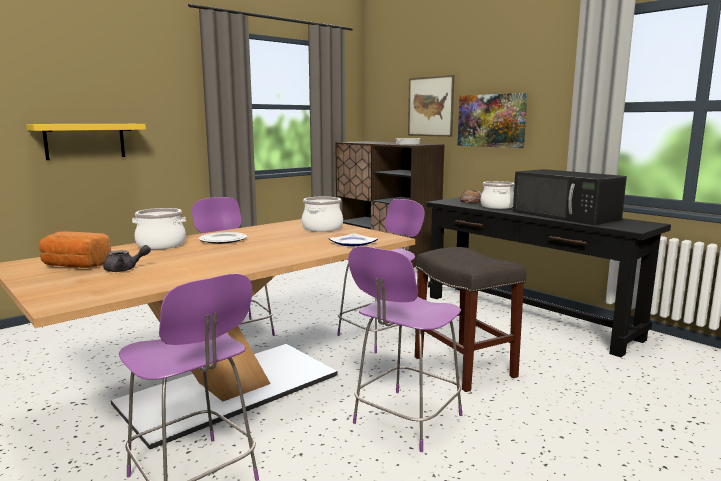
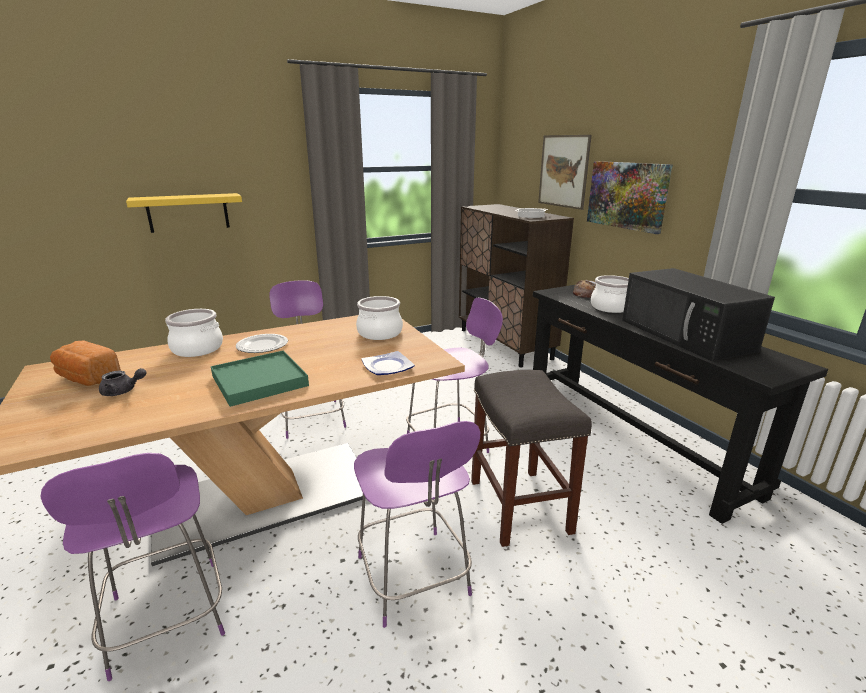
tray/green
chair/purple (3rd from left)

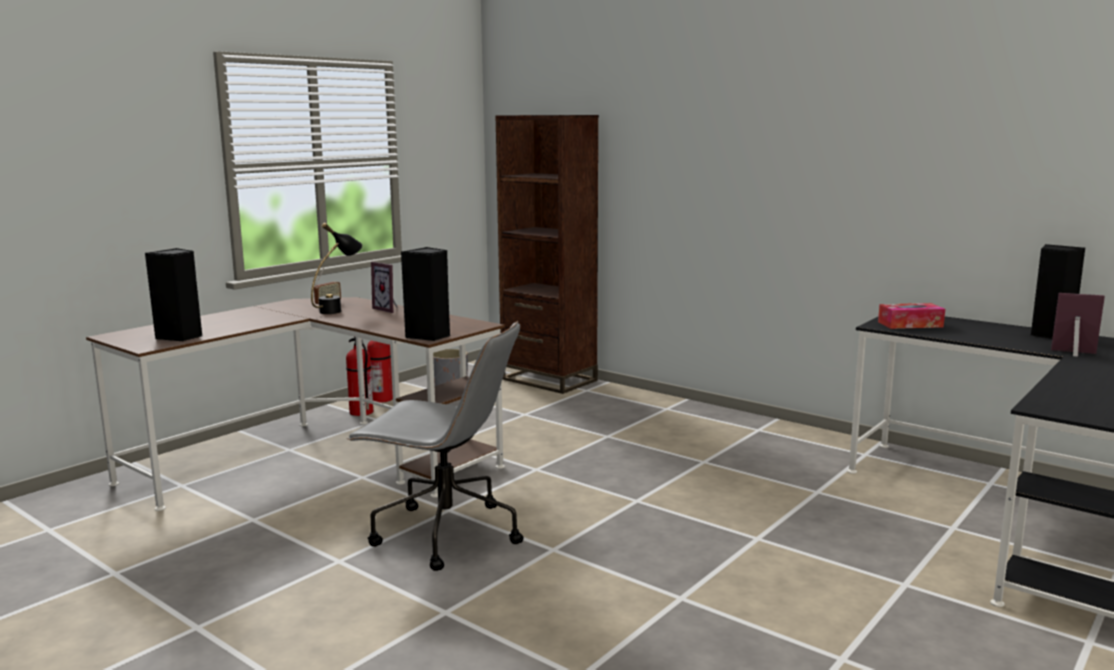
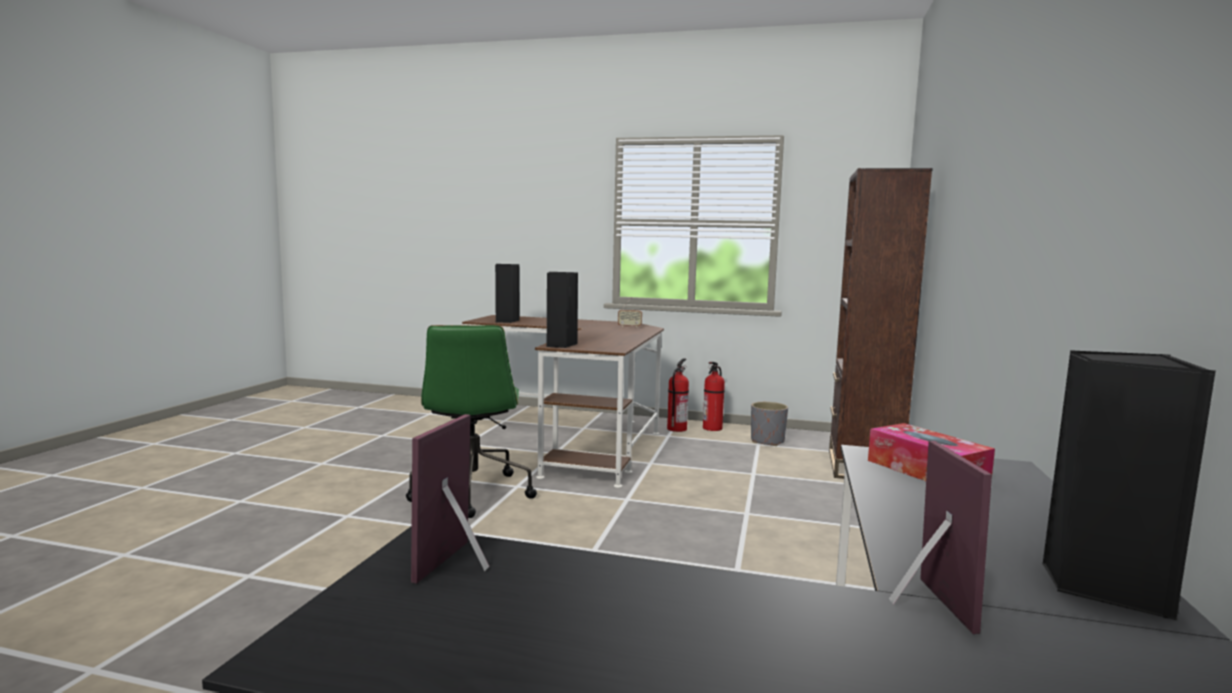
office chair/green
picture frame (1st from left)
table lamp/black

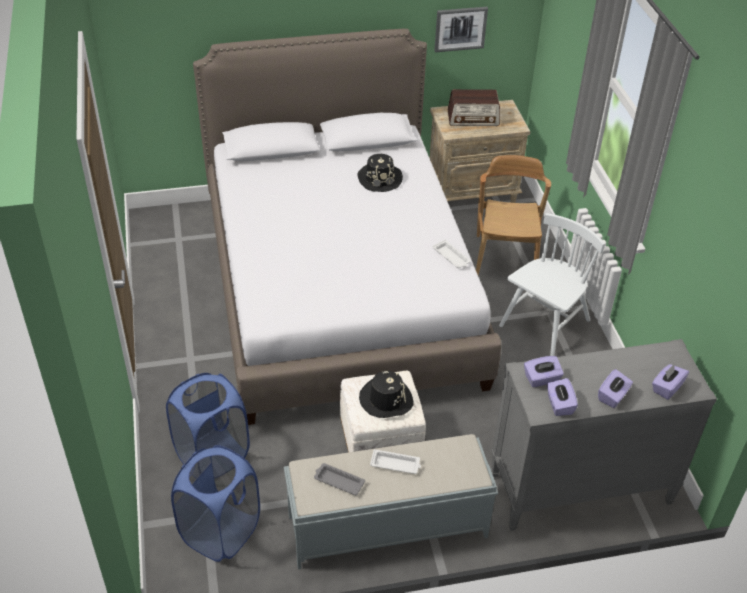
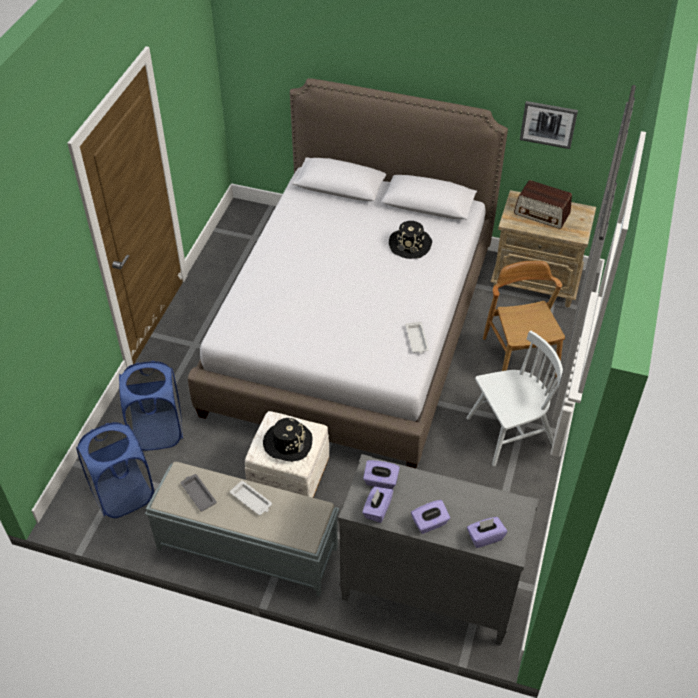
chair/brown

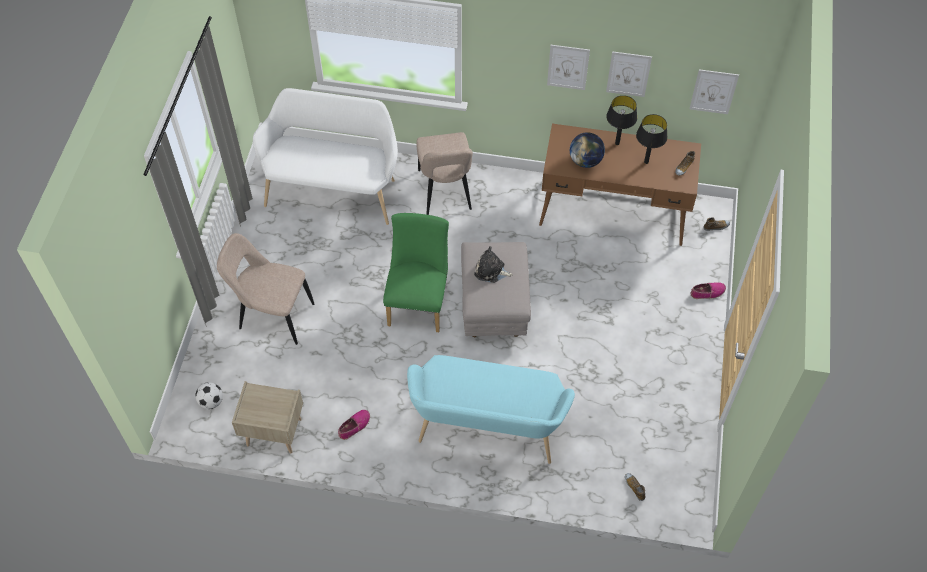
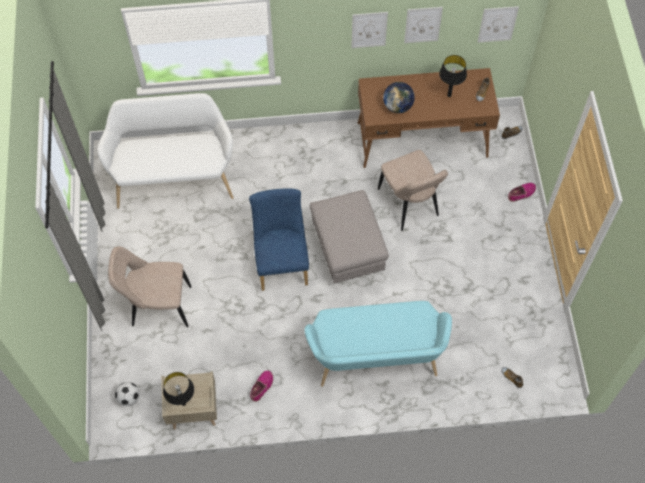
table lamp/black (1st from left)
chair/blue
chair/beige (2nd from left)
plush toy

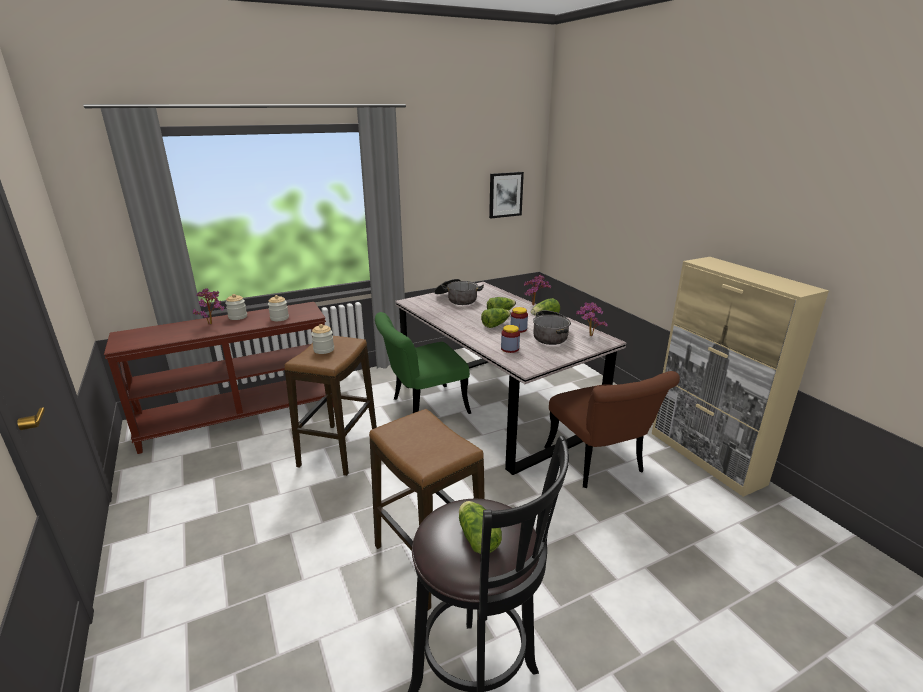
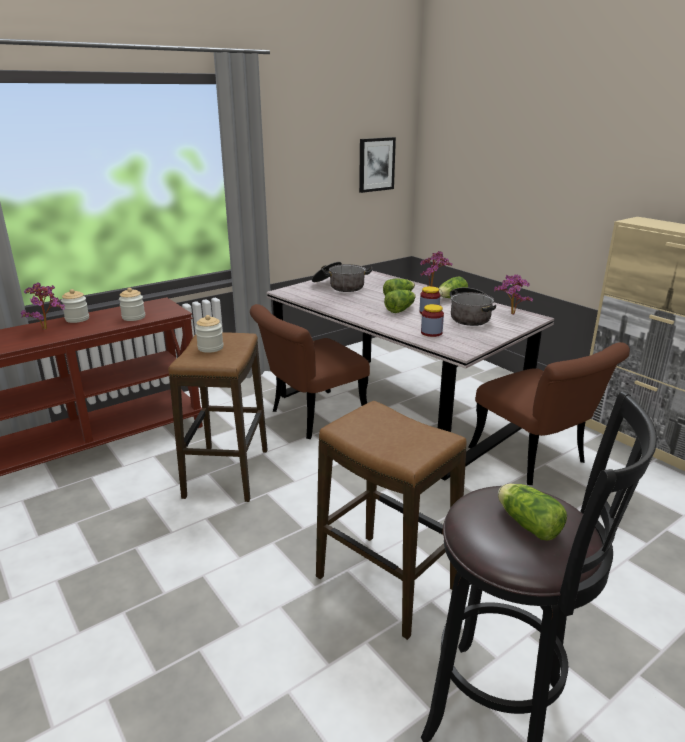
chair/brown (1st from left)

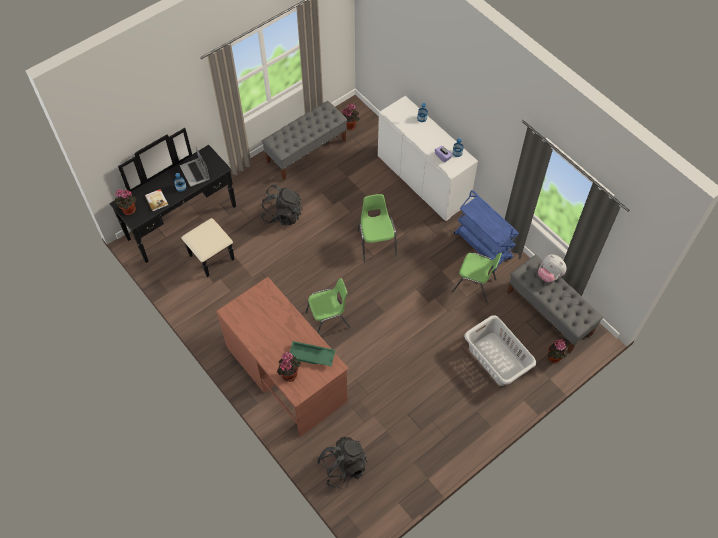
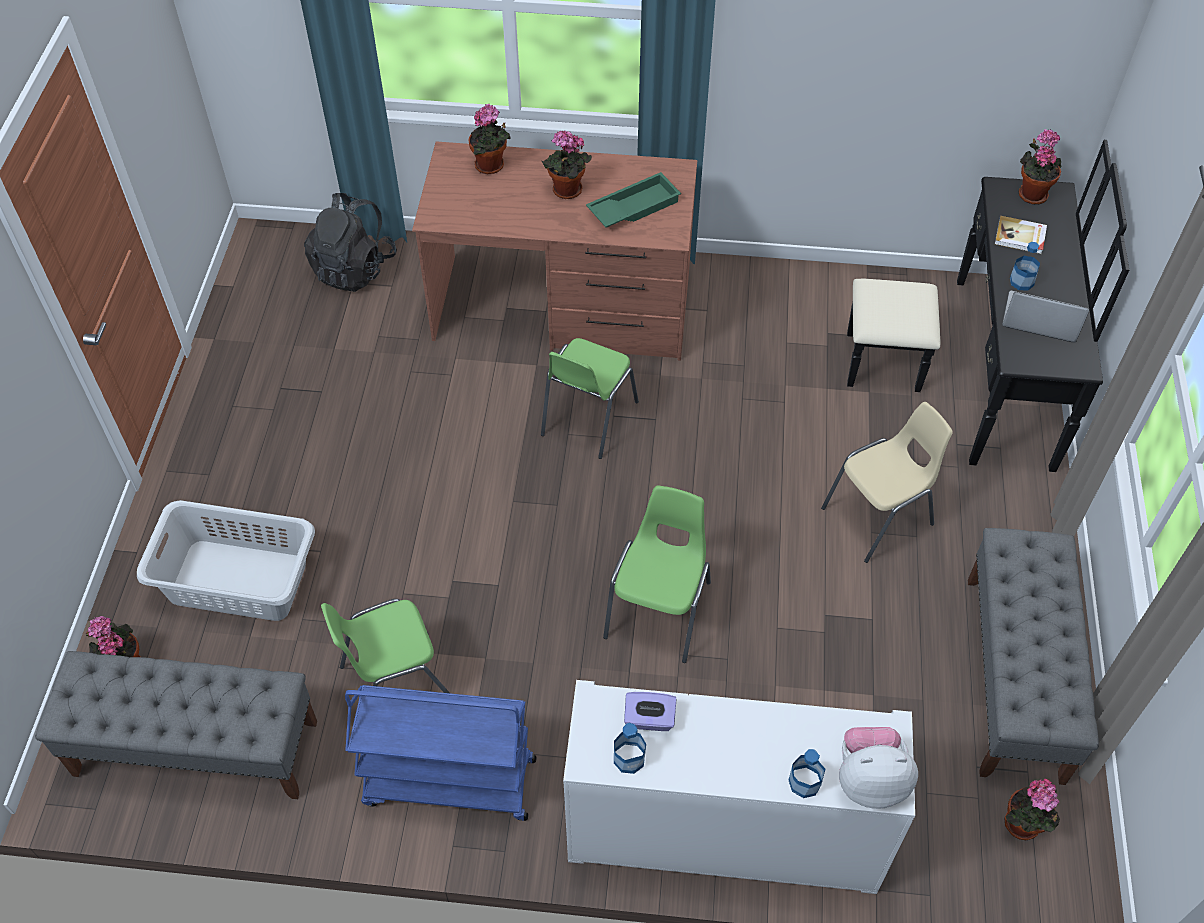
potted plant (3rd from left)
tray/green
chair/green (3rd from left)
chair/beige
plush toy

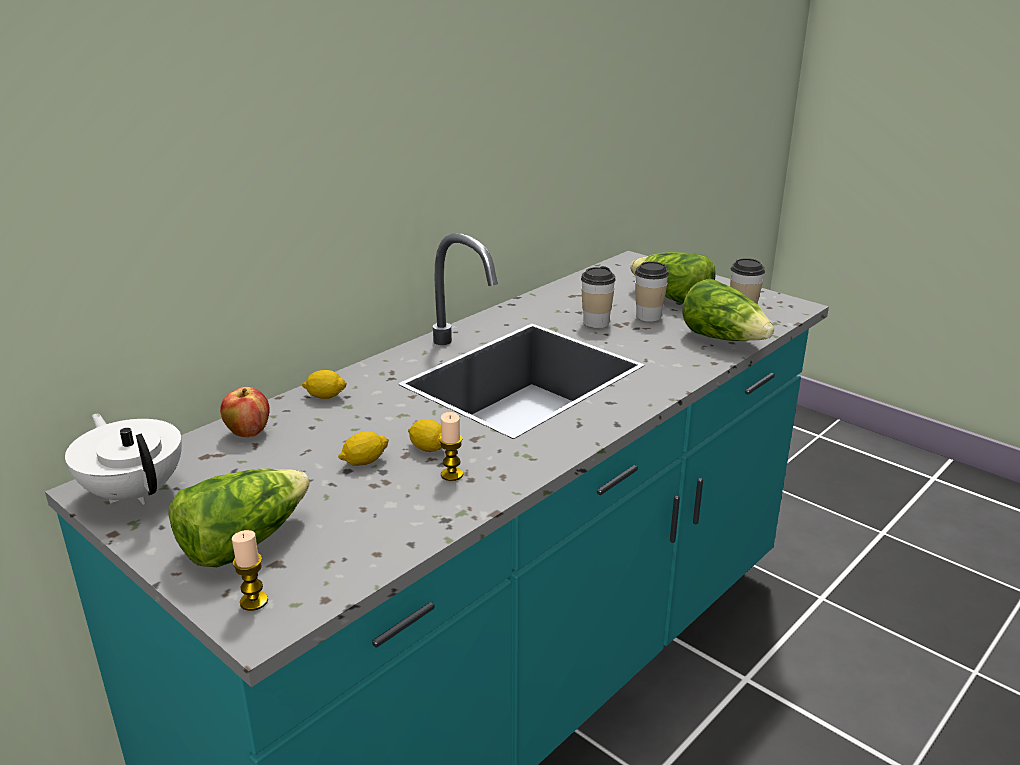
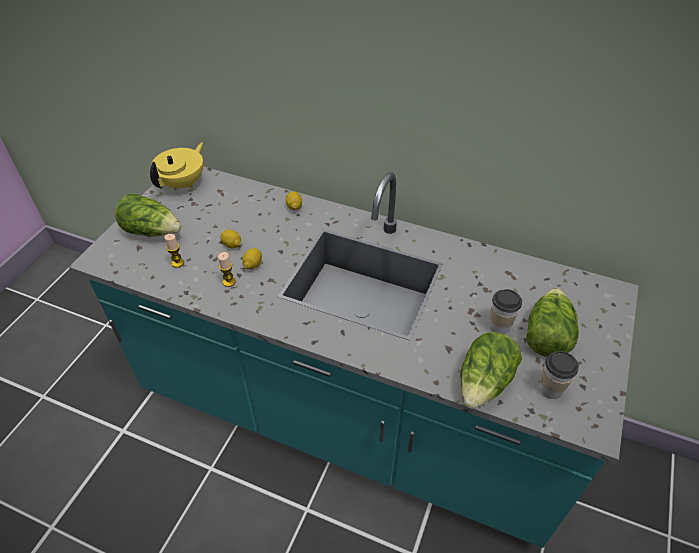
teapot/yellow
candle (1st from left)
apple
cup (1st from left in the first image)

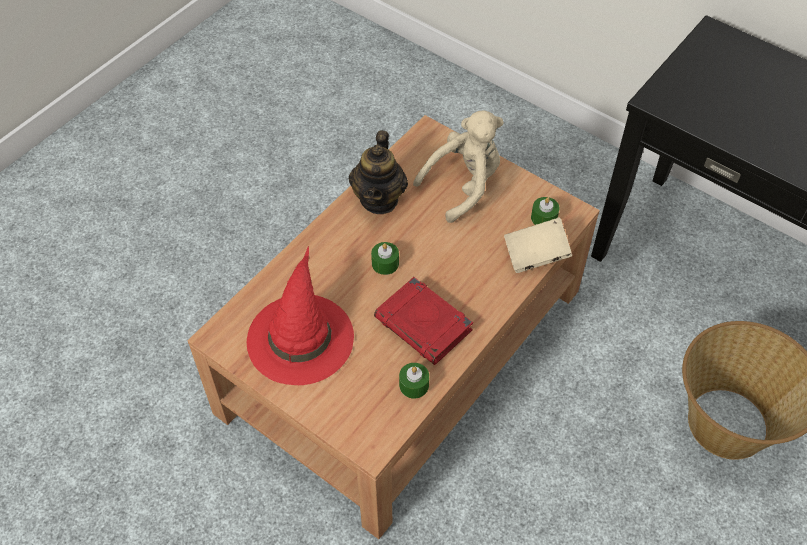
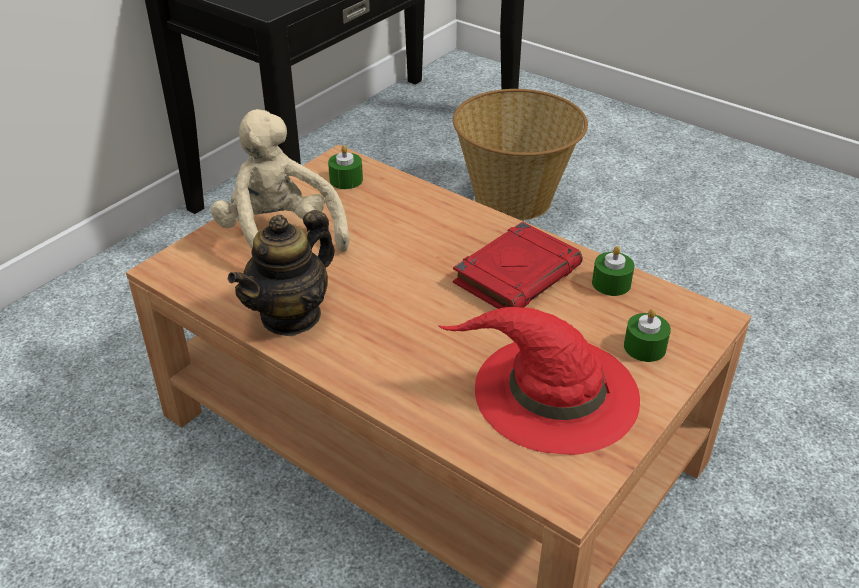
teapot
candle/green (3rd from left)
book/beige

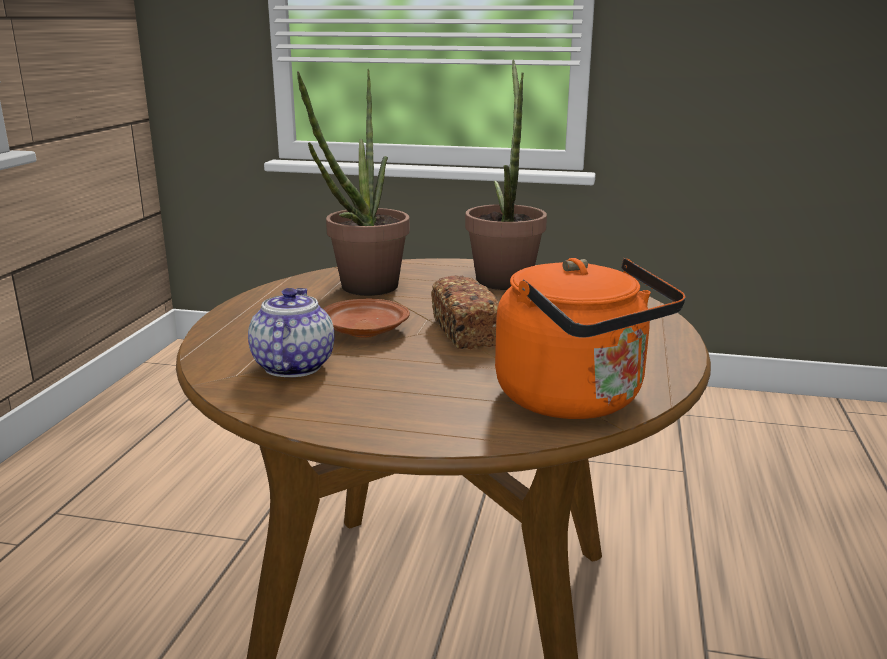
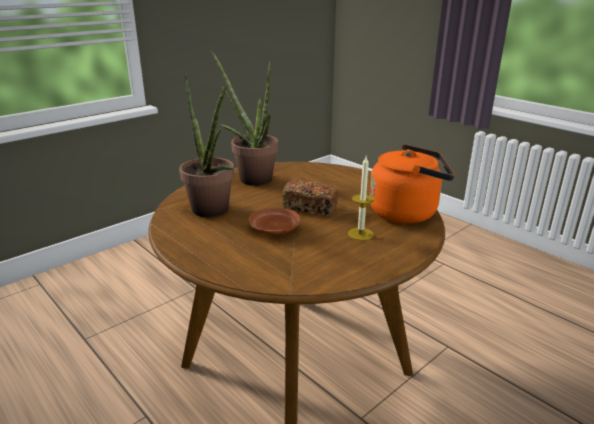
candle
teapot

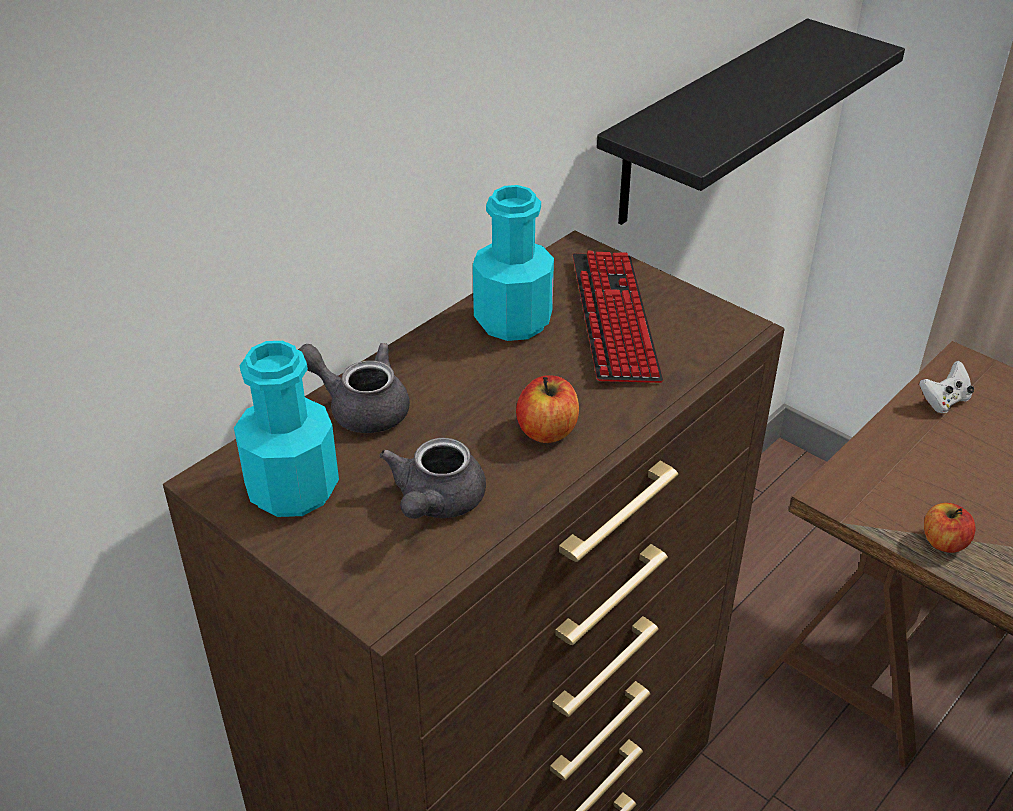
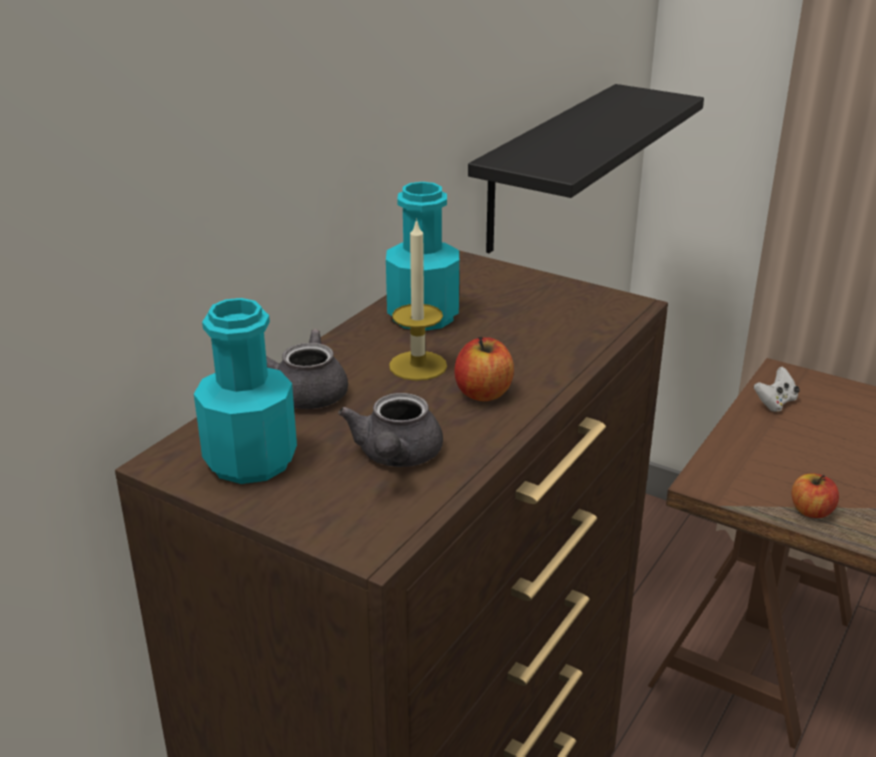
candle
keyboard

